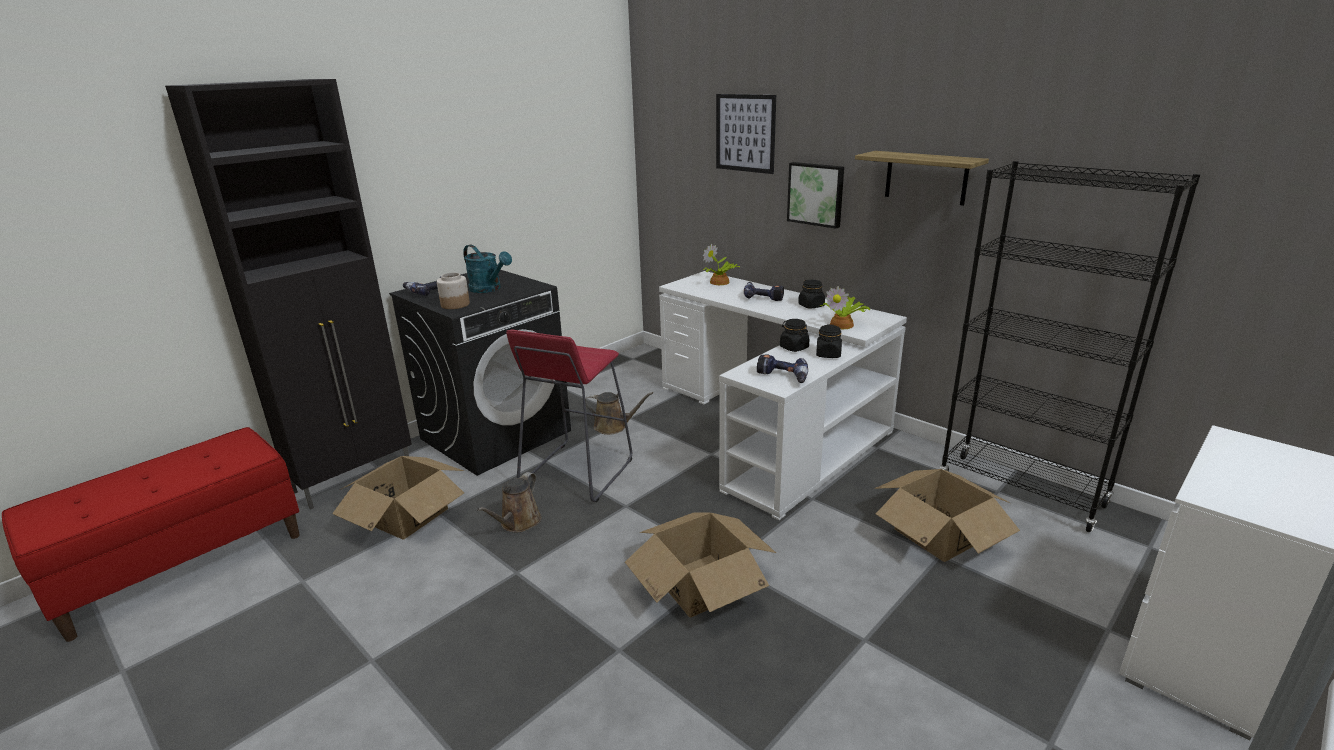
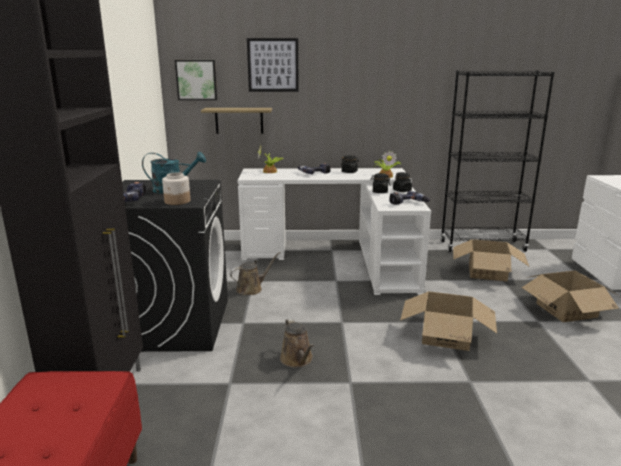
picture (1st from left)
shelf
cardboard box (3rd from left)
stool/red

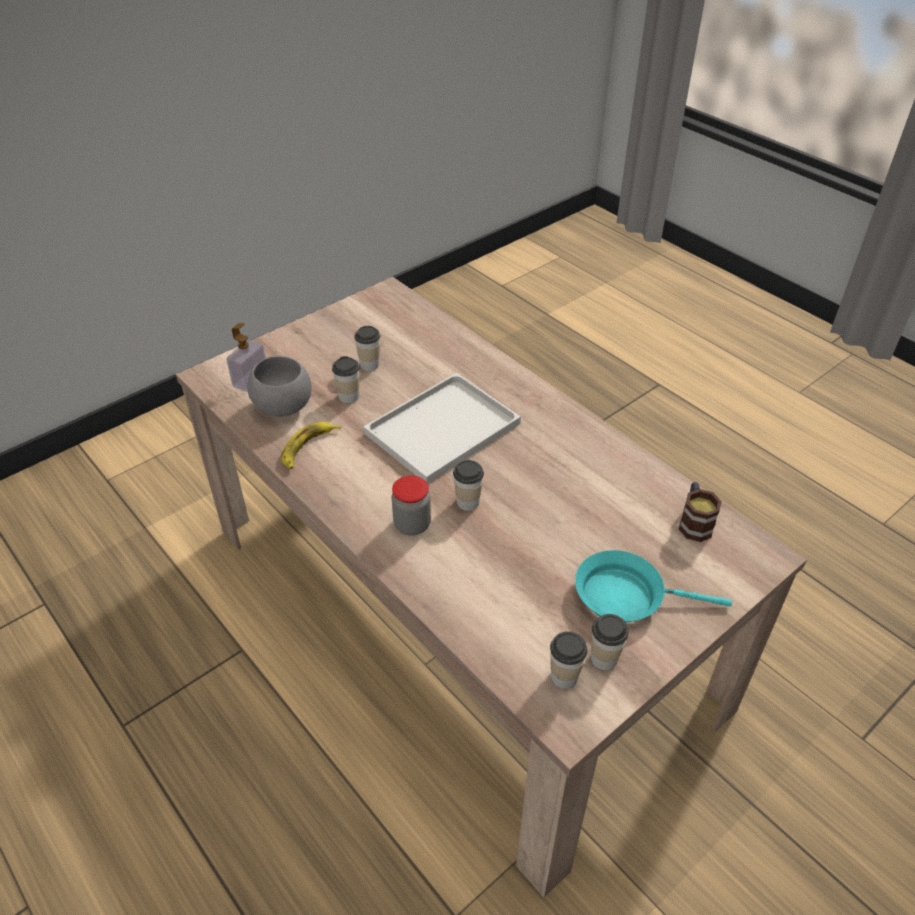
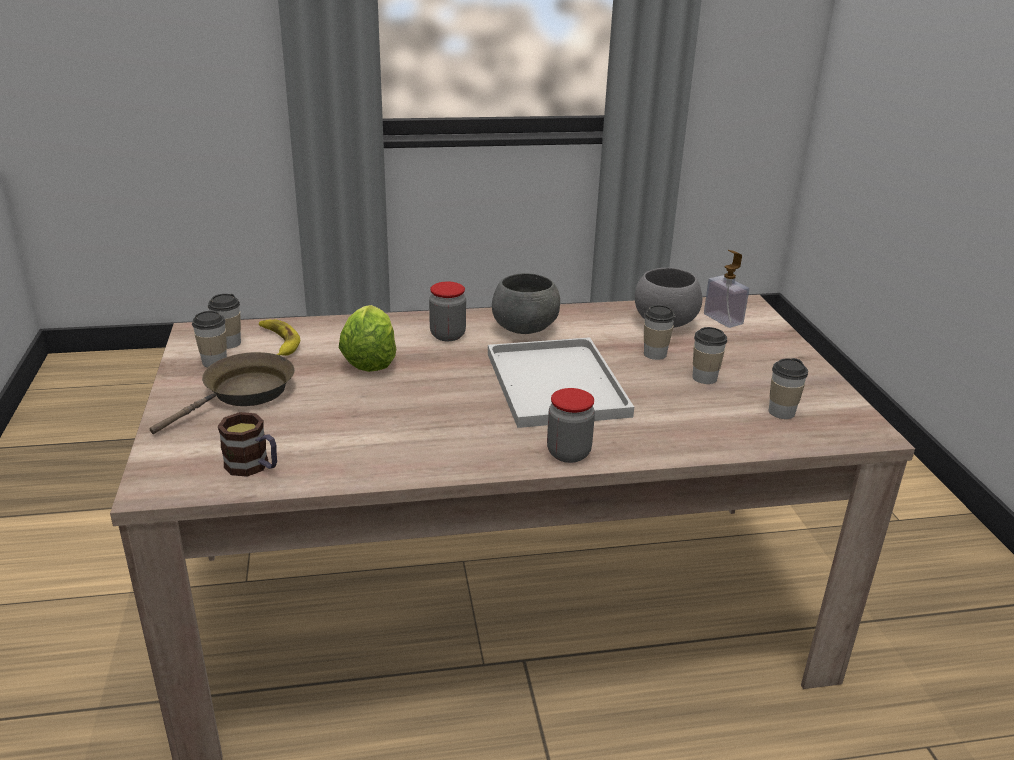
frying pan/brown
banana
lettuce
bowl/grey (1st from left)
jar (2nd from left)
cup (5th from left)

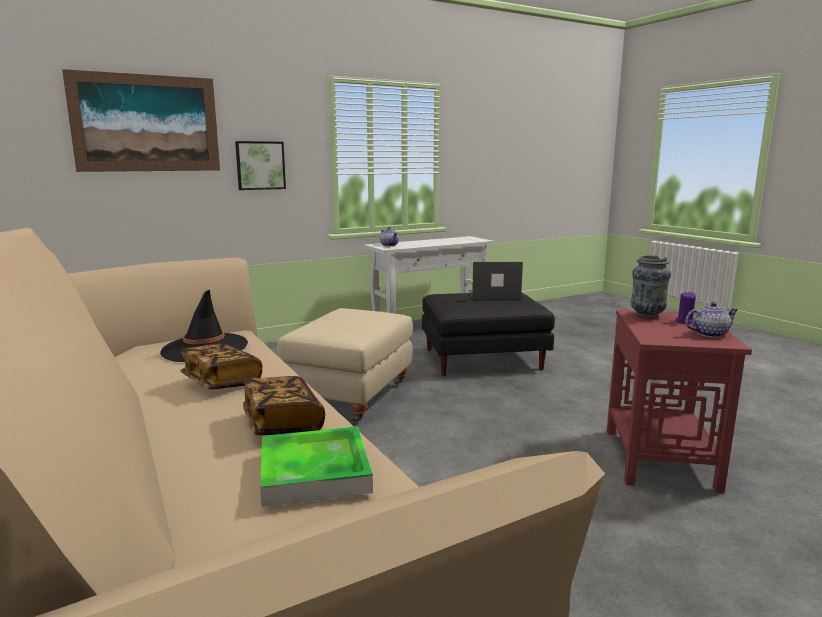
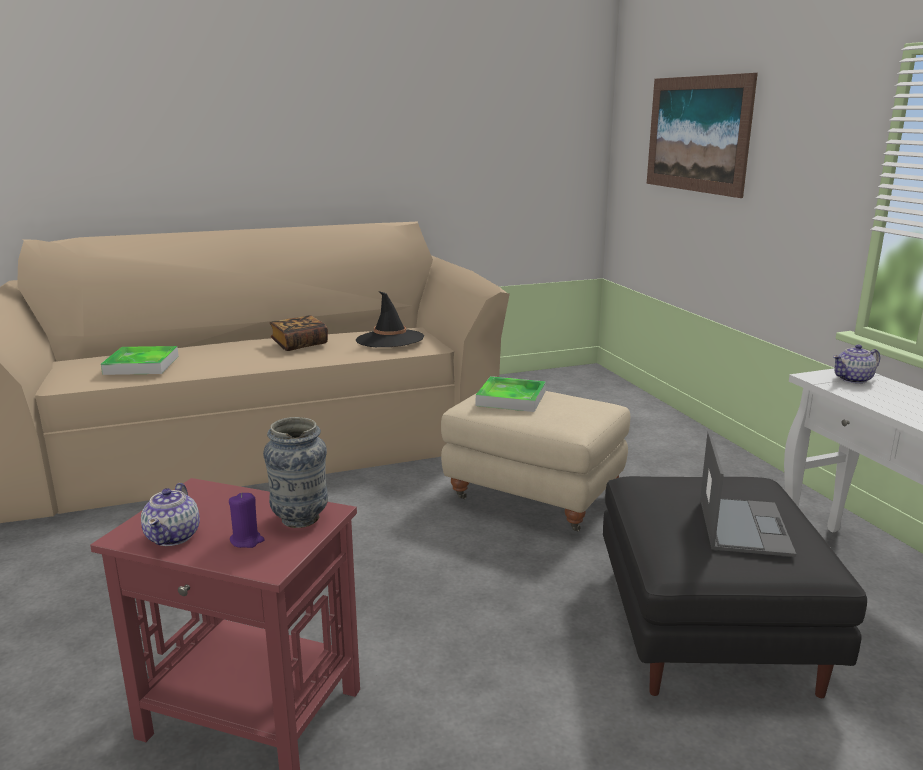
tray (2nd from left)
picture (2nd from left in the first image)
book (2nd from left in the first image)

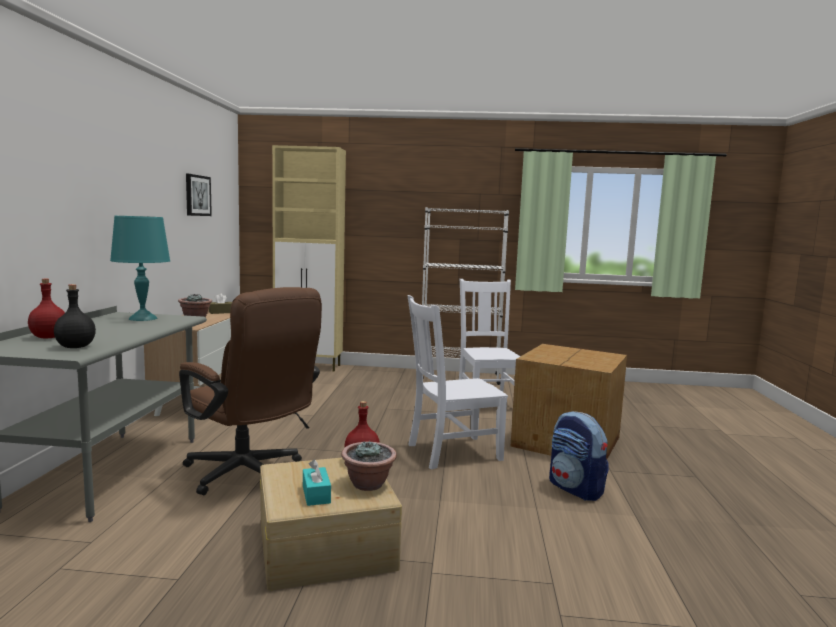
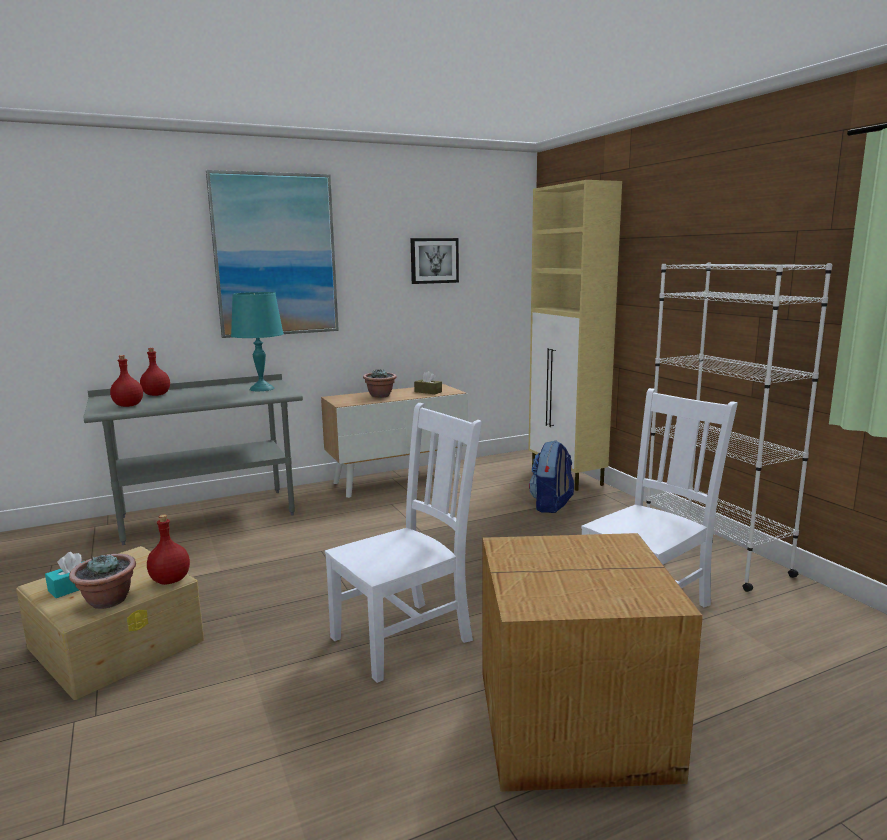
bottle/red (1st from left)
picture (1st from left)
chair/white (1st from left)
backpack
office chair/brown

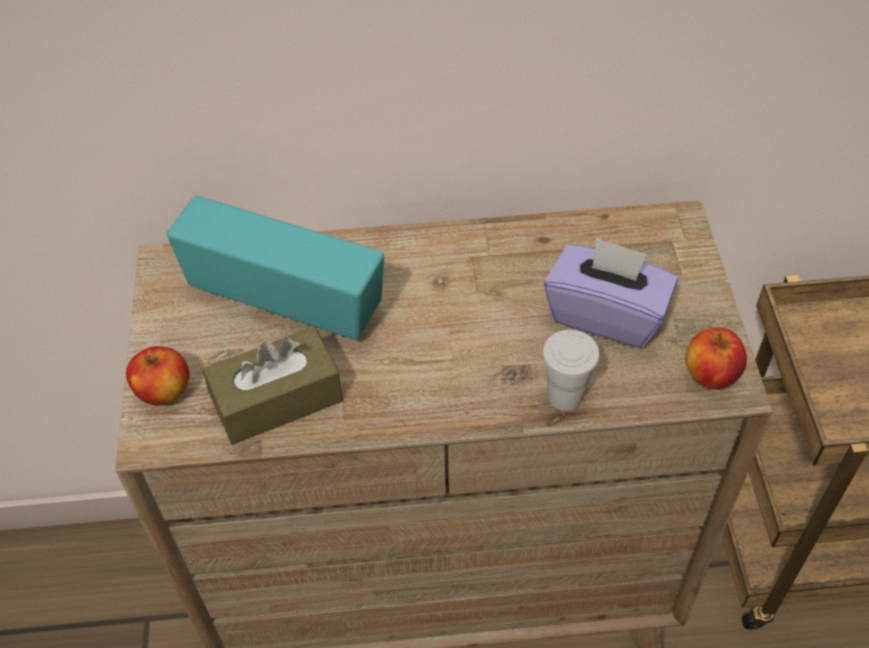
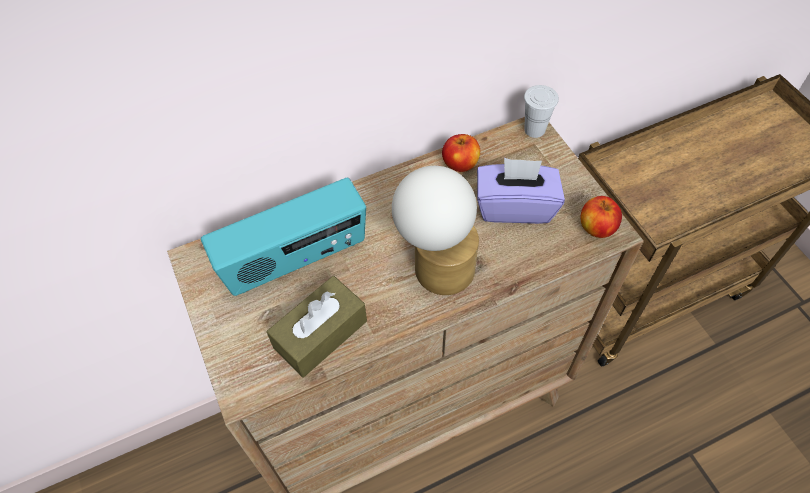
radio
table lamp
apple (1st from left)
cup/white

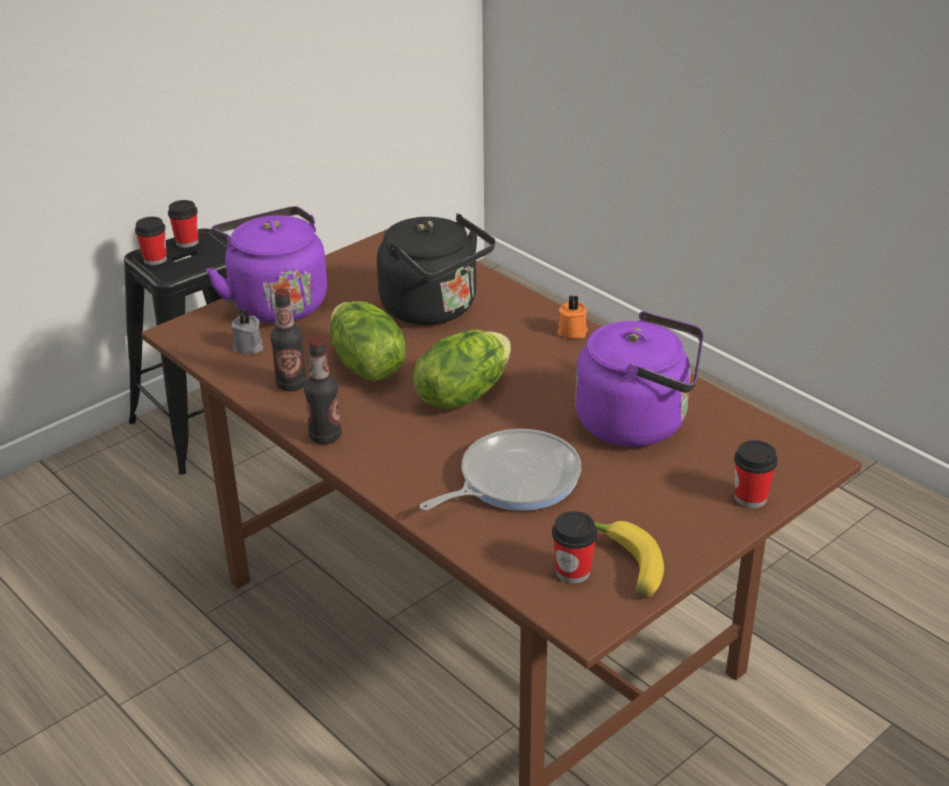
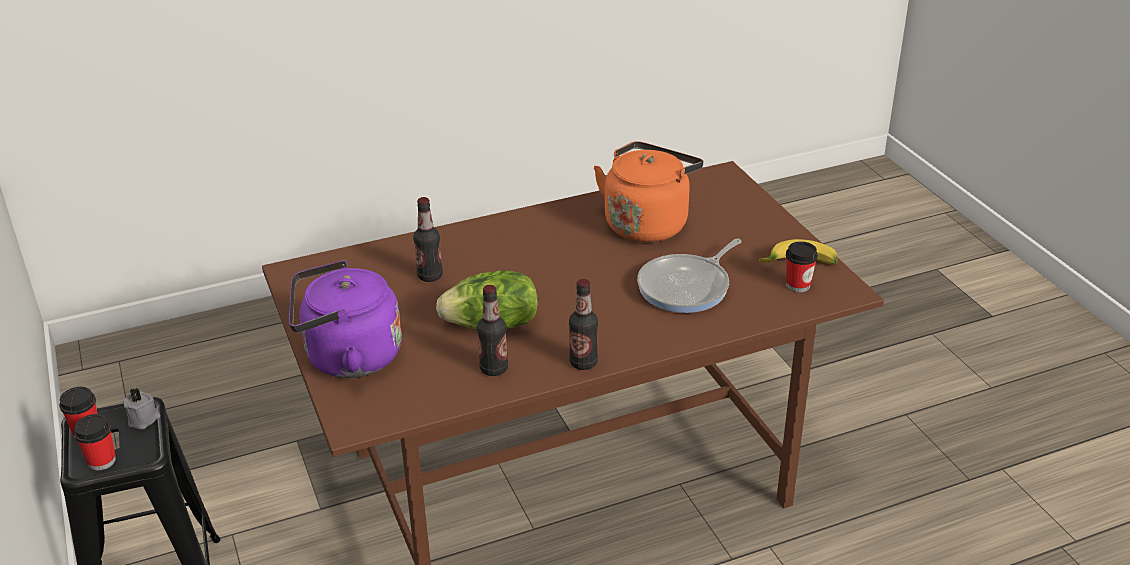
candle/grey
bottle (1st from left)
kettle/orange
frying pan
lettuce (2nd from left in the first image)
candle/orange
cup (4th from left in the first image)

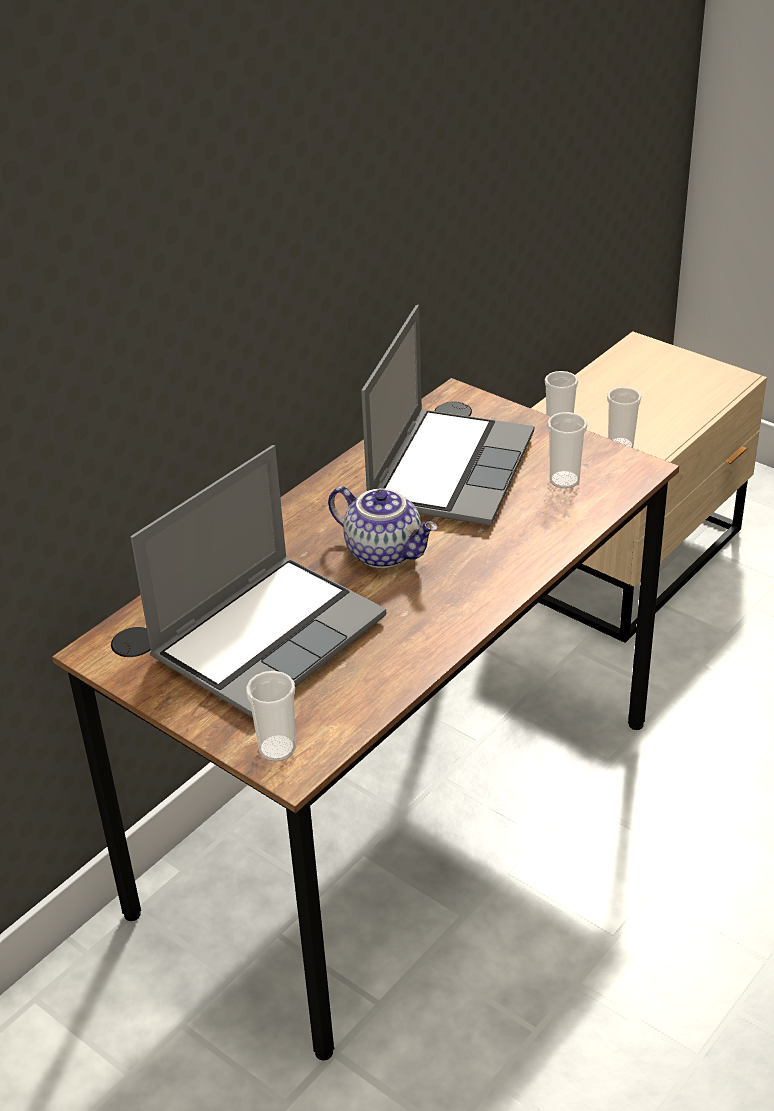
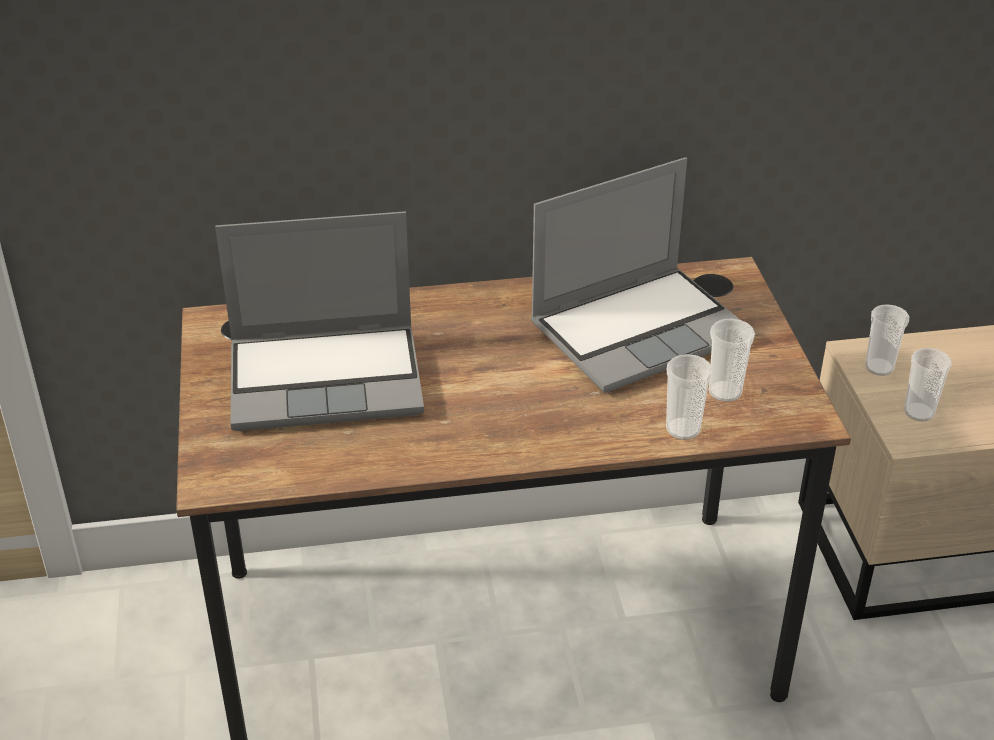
cup (1st from left)
teapot

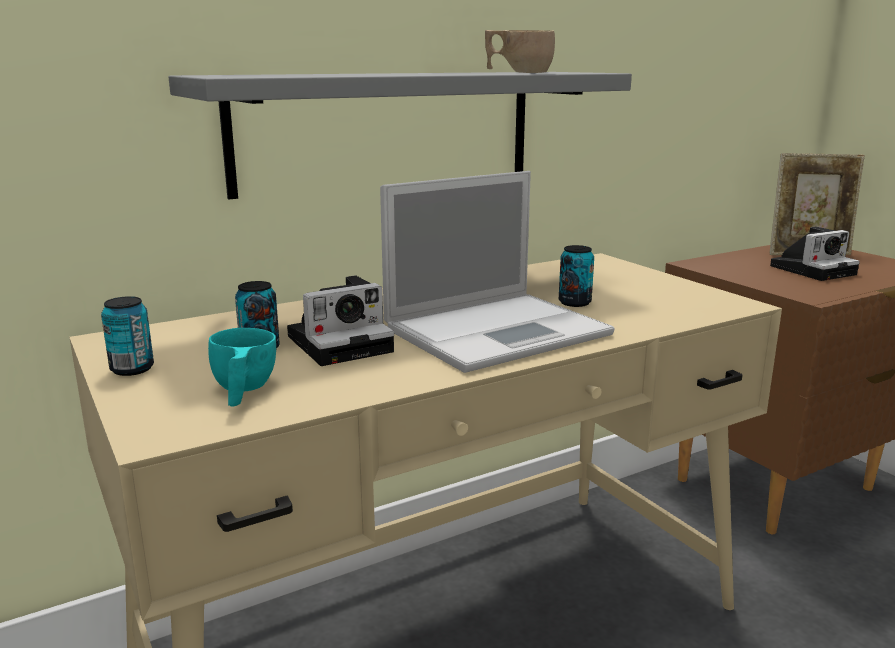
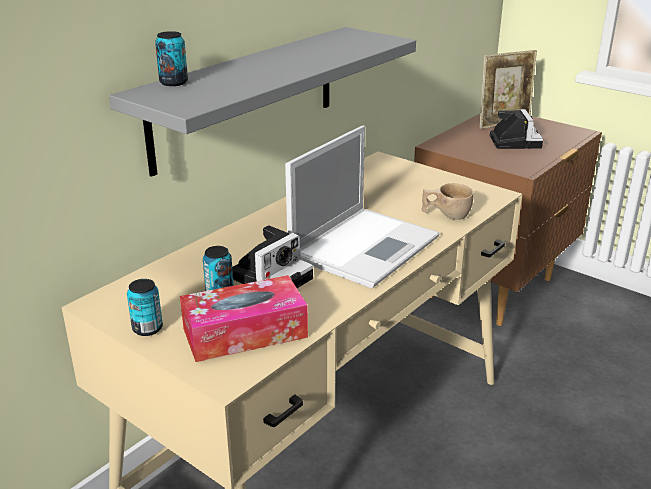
can (2nd from left)
tissue box
cup/beige
photo camera (2nd from left)

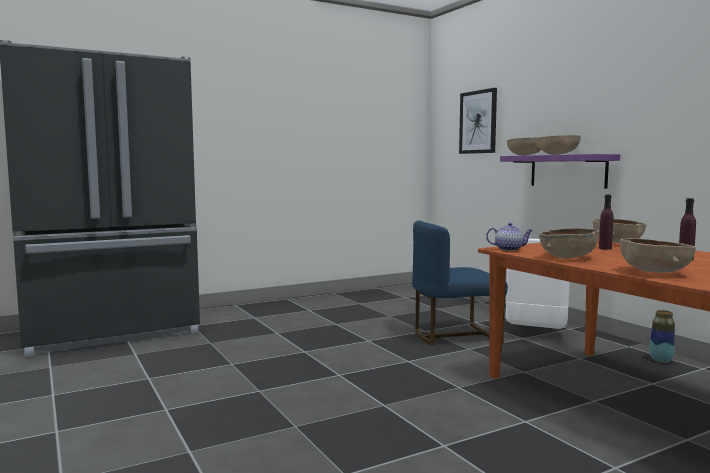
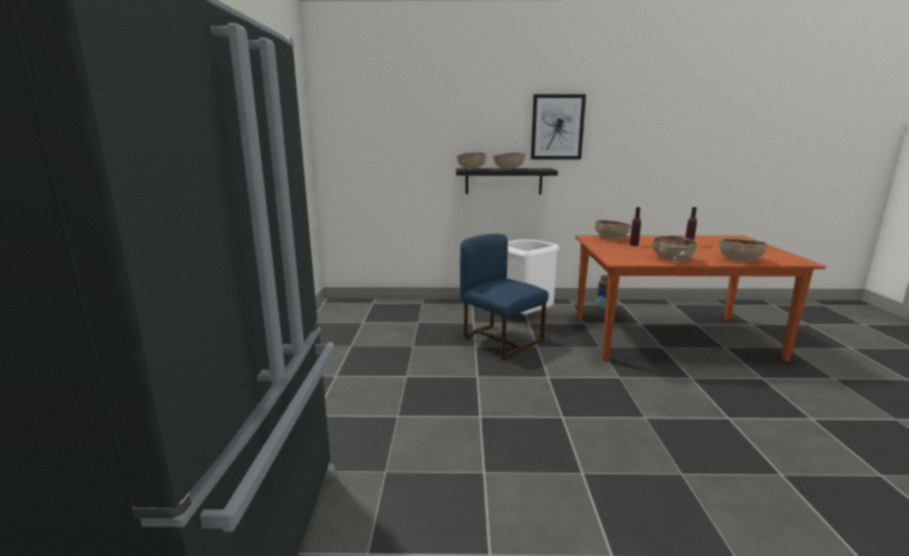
shelf/black
chair/blue
picture
teapot

